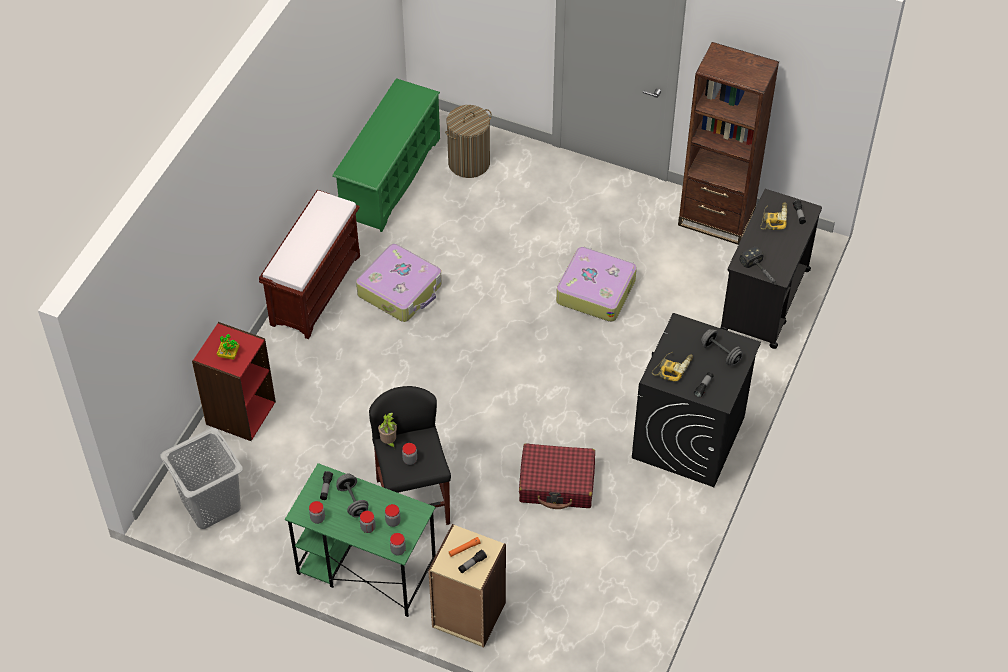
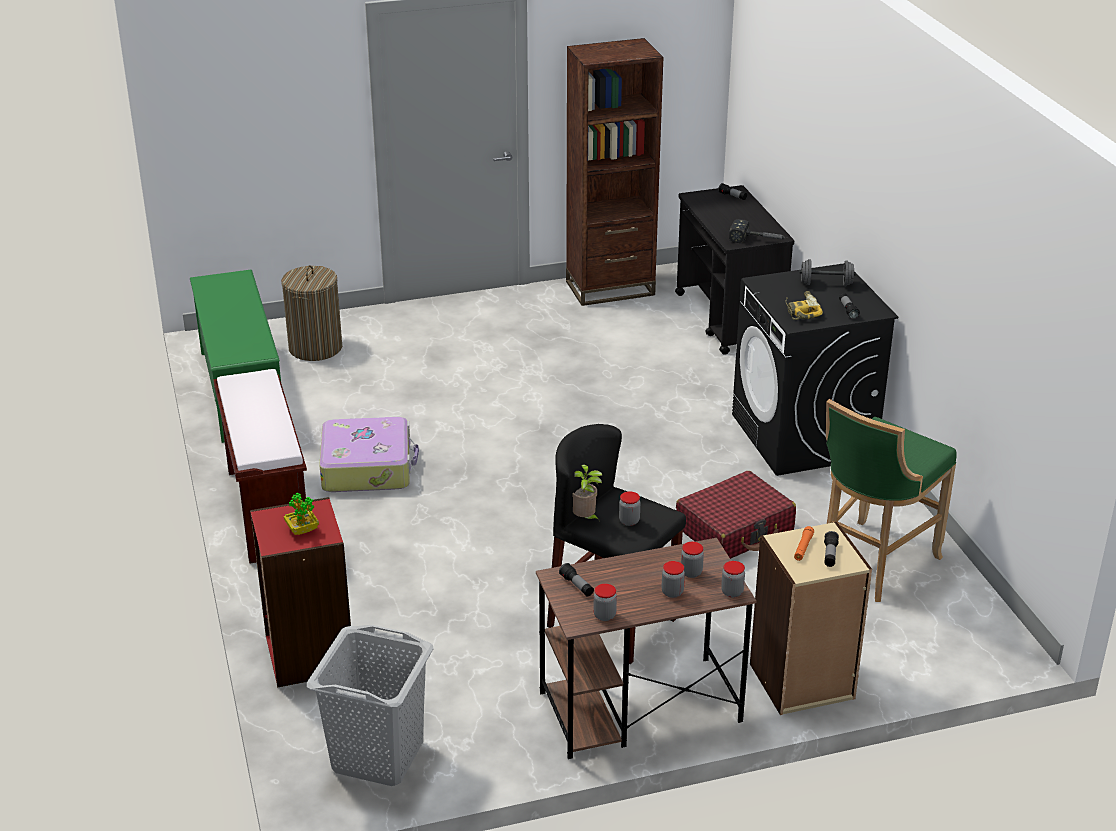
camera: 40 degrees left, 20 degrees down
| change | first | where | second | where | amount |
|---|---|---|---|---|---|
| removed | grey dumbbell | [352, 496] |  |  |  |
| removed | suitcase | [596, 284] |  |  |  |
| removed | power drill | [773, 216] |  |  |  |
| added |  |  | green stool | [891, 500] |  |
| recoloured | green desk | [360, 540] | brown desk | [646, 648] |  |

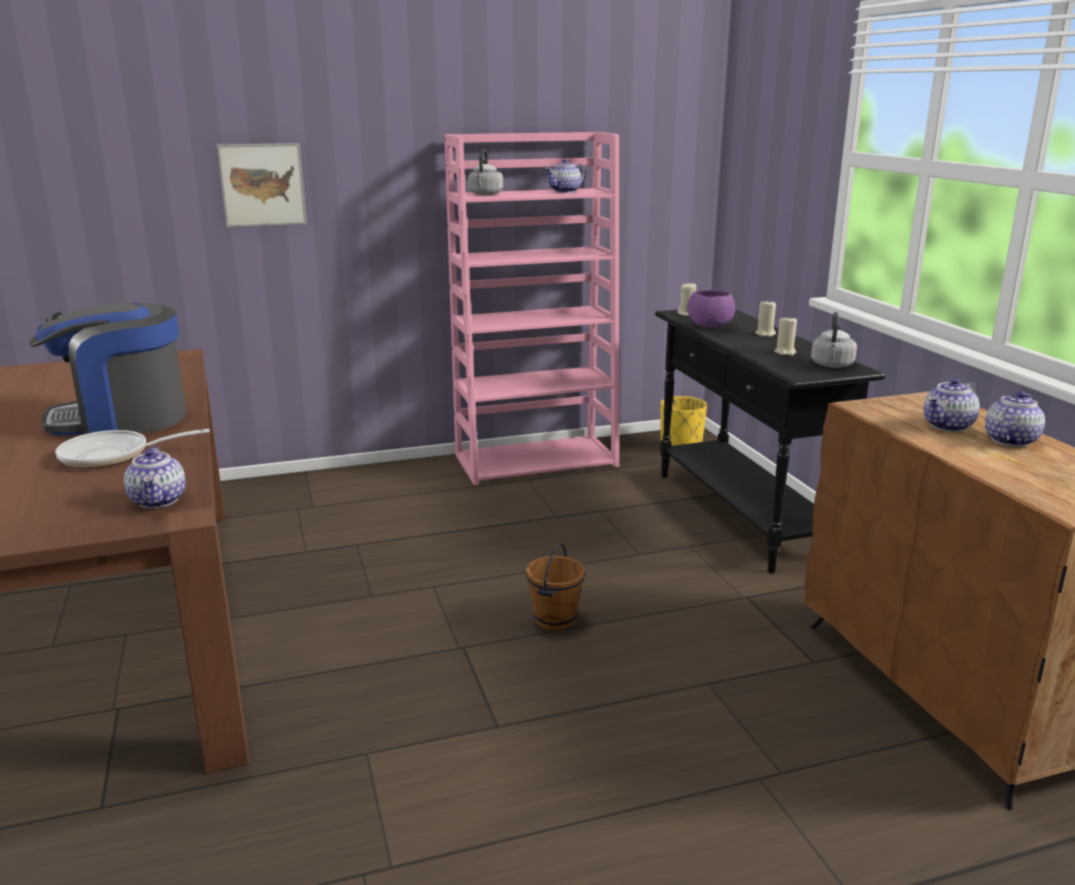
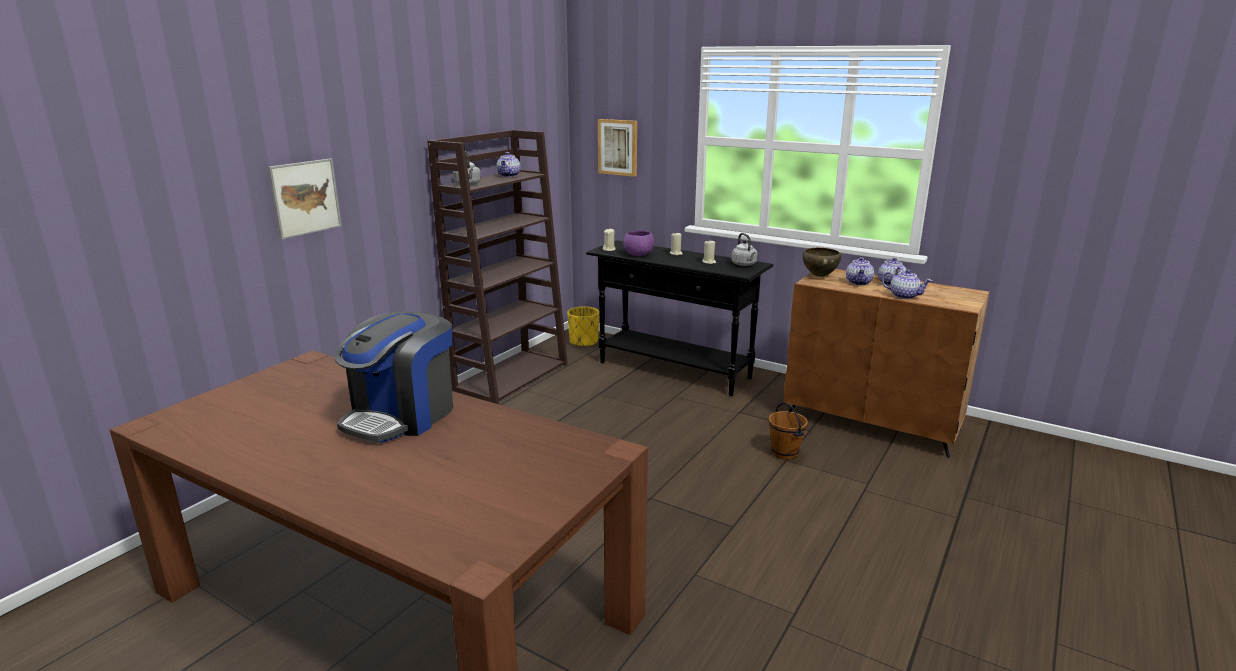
camera: 40 degrees left, 0 degrees up
| change | first | where | second | where | amount |
|---|---|---|---|---|---|
| removed | frying pan | [132, 448] |  |  |  |
| added |  |  | picture | [617, 148] |  |
| added |  |  | brown bowl | [822, 262] |  |
| moved | teapot | [155, 477] |  | [907, 284] |  |
| moved | brown bucket | [555, 587] |  | [788, 431] |  |
| recoloured | pink bookcase | [531, 308] | brown bookcase | [498, 267] |  |

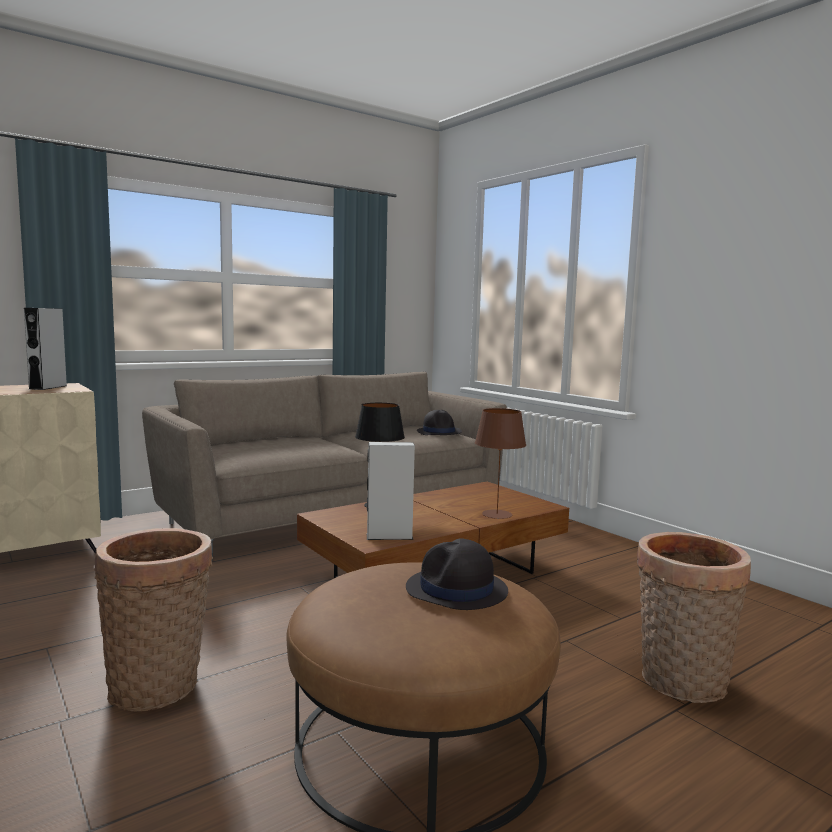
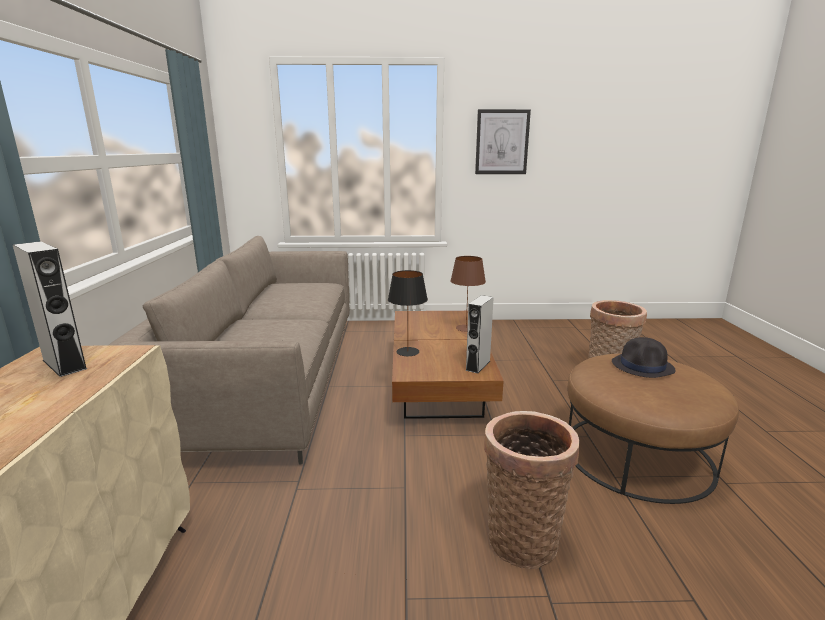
camera: 55 degrees left, 10 degrees up
| change | first | where | second | where | amount |
|---|---|---|---|---|---|
| removed | black hat | [439, 422] |  |  |  |
| added |  |  | picture | [503, 141] |  |

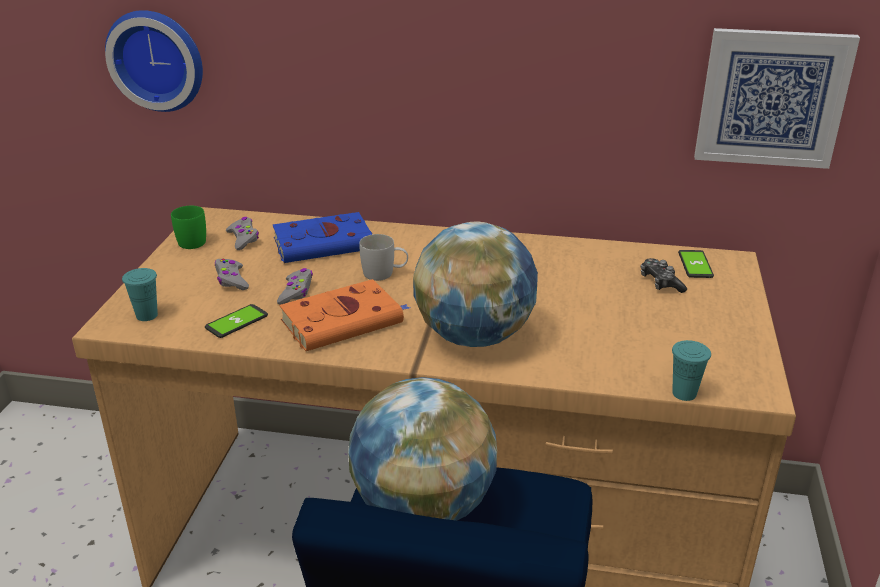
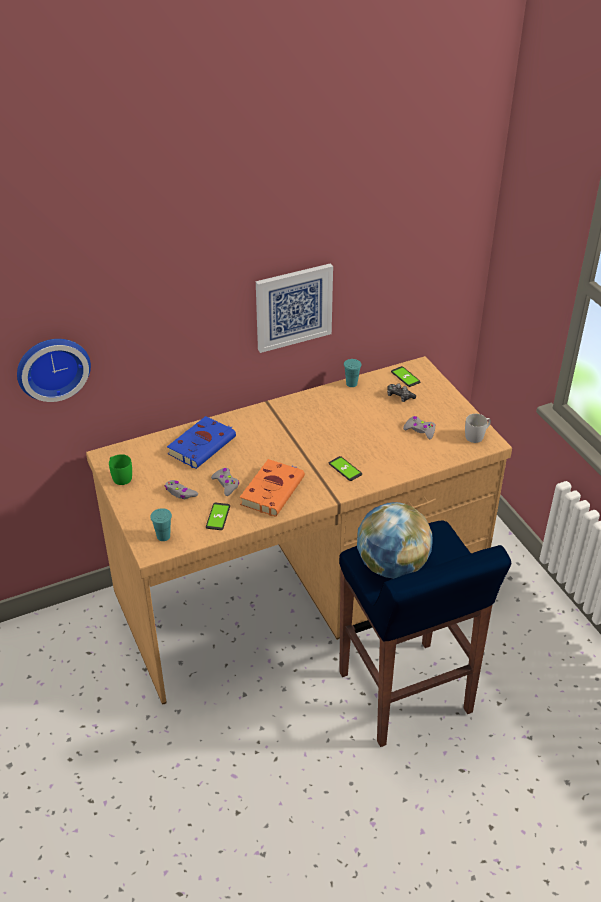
camera: 35 degrees left, 10 degrees up
| change | first | where | second | where | amount |
|---|---|---|---|---|---|
| moved | grey game controller | [242, 233] |  | [419, 427] |  |
| moved | white mug | [383, 257] |  | [478, 428] |  |
| moved | turquoise cup | [691, 370] |  | [353, 373] |  |
| moved | picture | [777, 98] |  | [294, 308] |  |
| replaced | globe | [475, 284] | phone | [345, 468] |  |

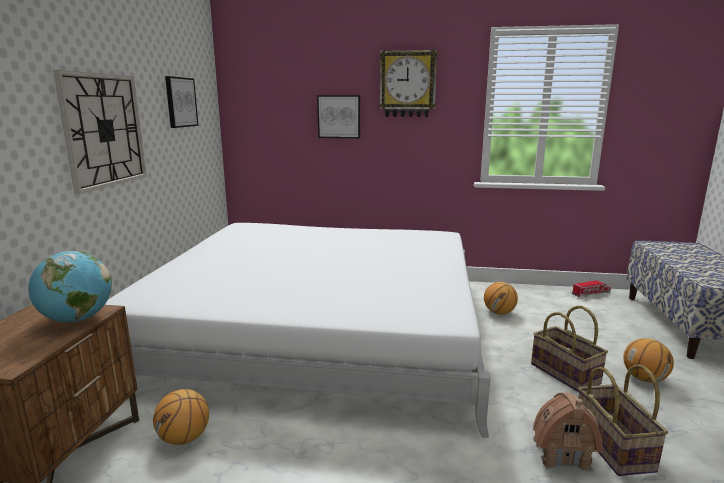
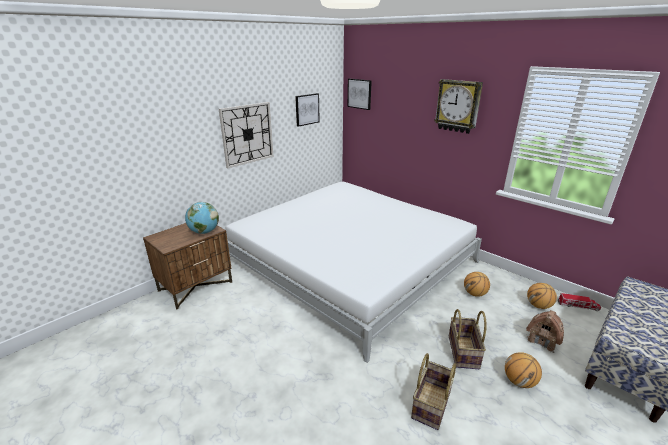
camera: 35 degrees right, 10 degrees up
| change | first | where | second | where | amount |
|---|---|---|---|---|---|
| moved | basketball | [181, 417] |  | [542, 296] |  |
| moved | picture | [338, 116] |  | [360, 94] |  |
| moved | toy house | [567, 432] |  | [545, 331] |  |

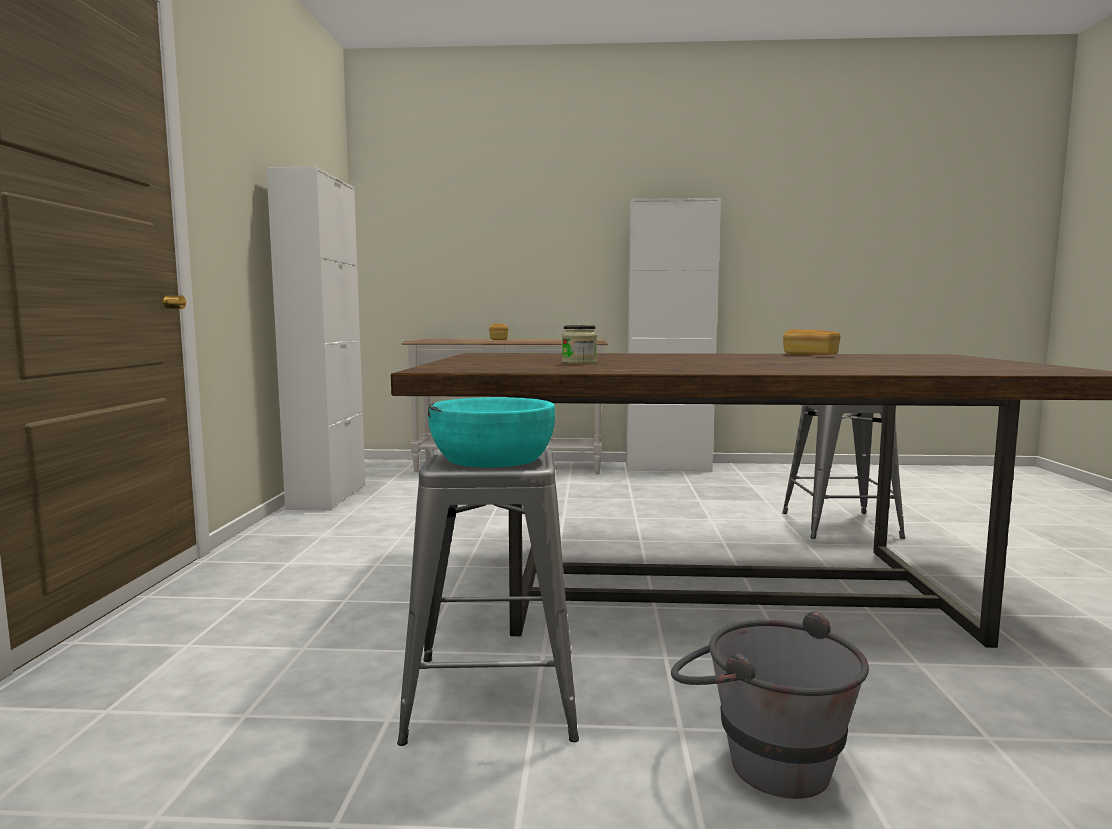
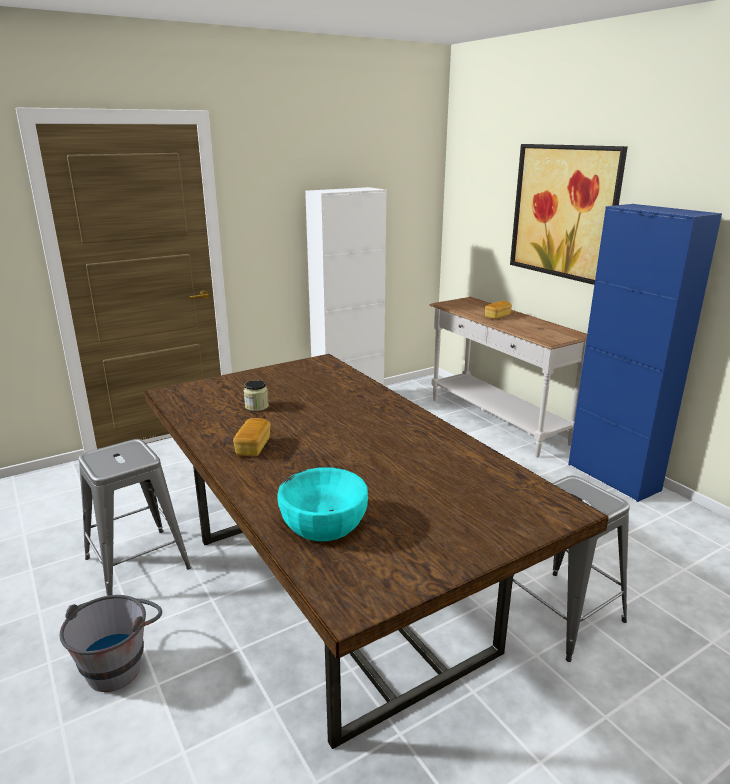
camera: 55 degrees right, 15 degrees up
| change | first | where | second | where | amount |
|---|---|---|---|---|---|
| added |  |  | picture | [569, 214] |  |
| moved | turquoise bowl | [491, 432] |  | [322, 504] |  |
| moved | bread | [812, 342] |  | [252, 437] |  |
| recoloured | white cabinet | [673, 335] | blue cabinet | [645, 353] |  |

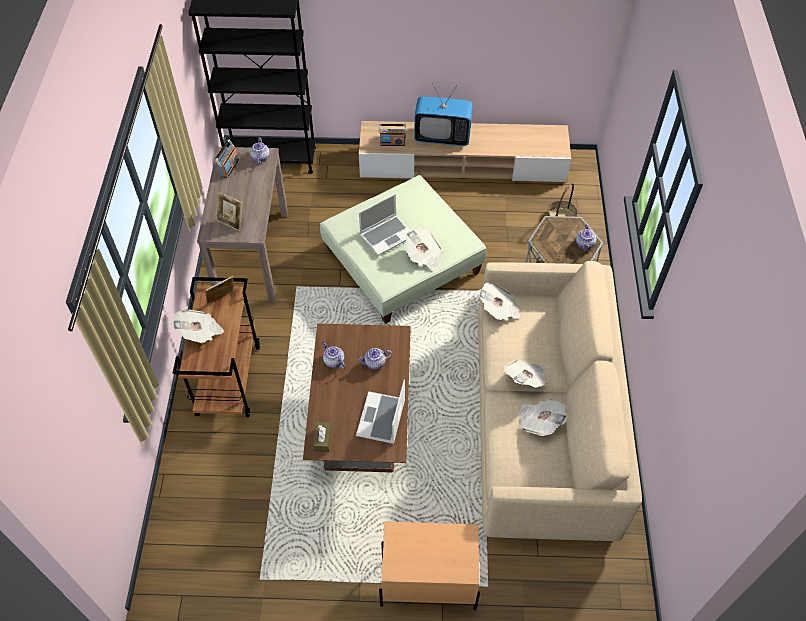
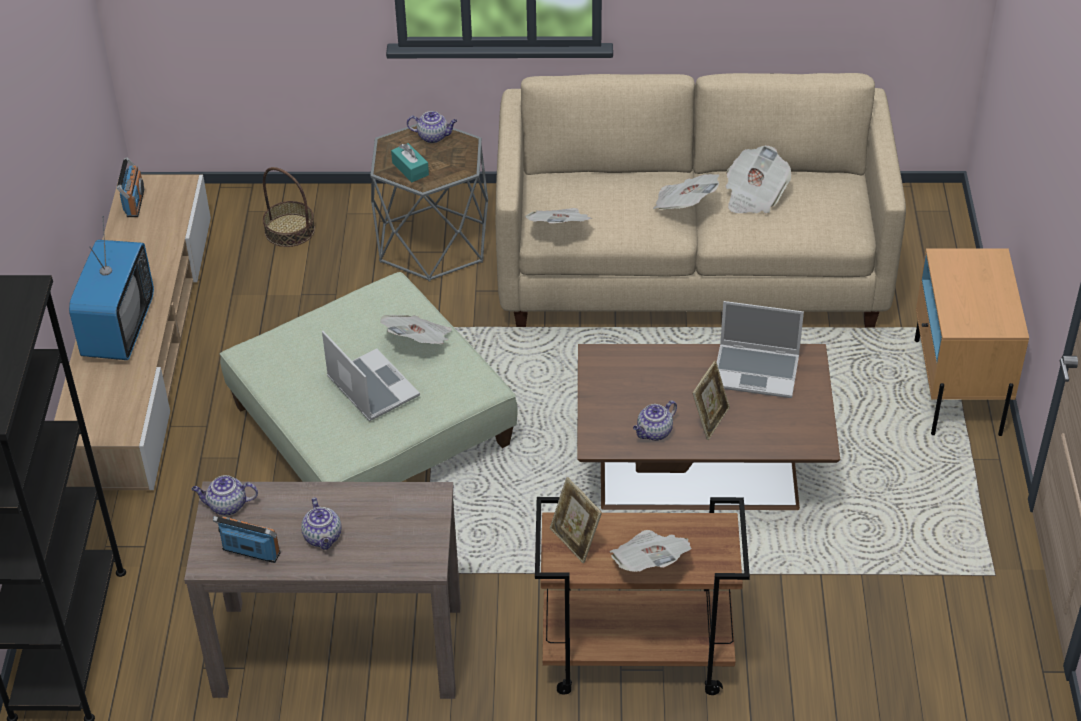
camera: 90 degrees left, 10 degrees down
| change | first | where | second | where | amount |
|---|---|---|---|---|---|
| removed | brown tissue box | [322, 437] |  |  |  |
| added |  |  | turquoise tissue box | [410, 162] |  |
| moved | picture frame | [229, 211] |  | [711, 400] |  |
| moved | teapot | [375, 359] |  | [321, 524] |  |
| moved | radio | [392, 135] |  | [130, 187] |  |

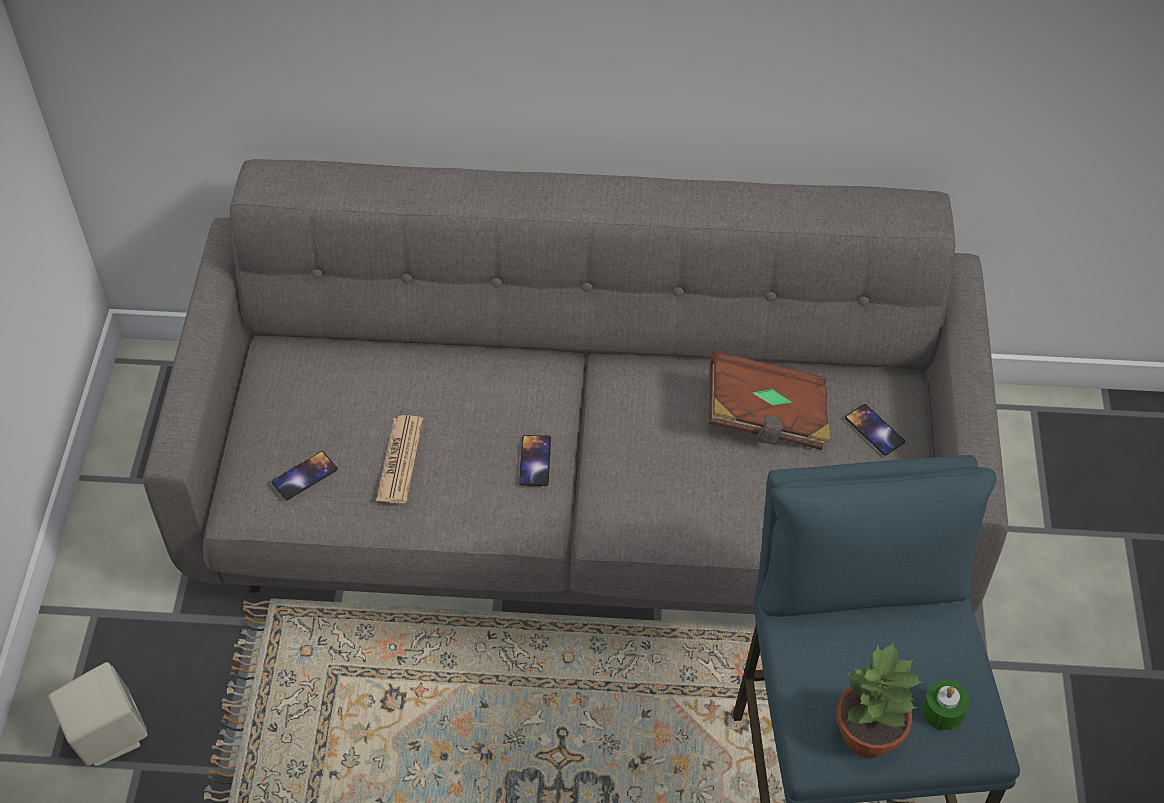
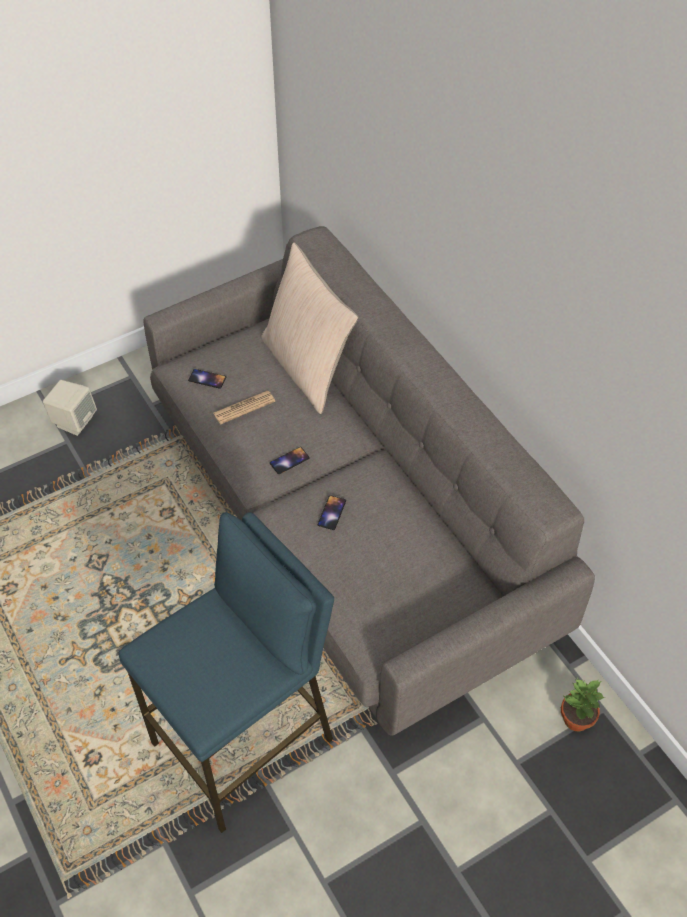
camera: 55 degrees right, 0 degrees up
| change | first | where | second | where | amount |
|---|---|---|---|---|---|
| removed | brown book | [769, 400] |  |  |  |
| removed | green candle | [945, 705] |  |  |  |
| added |  |  | beige pillow | [309, 328] |  |
| moved | potted plant | [879, 700] |  | [583, 705] |  |
| moved | phone | [875, 429] |  | [332, 512] |  |

